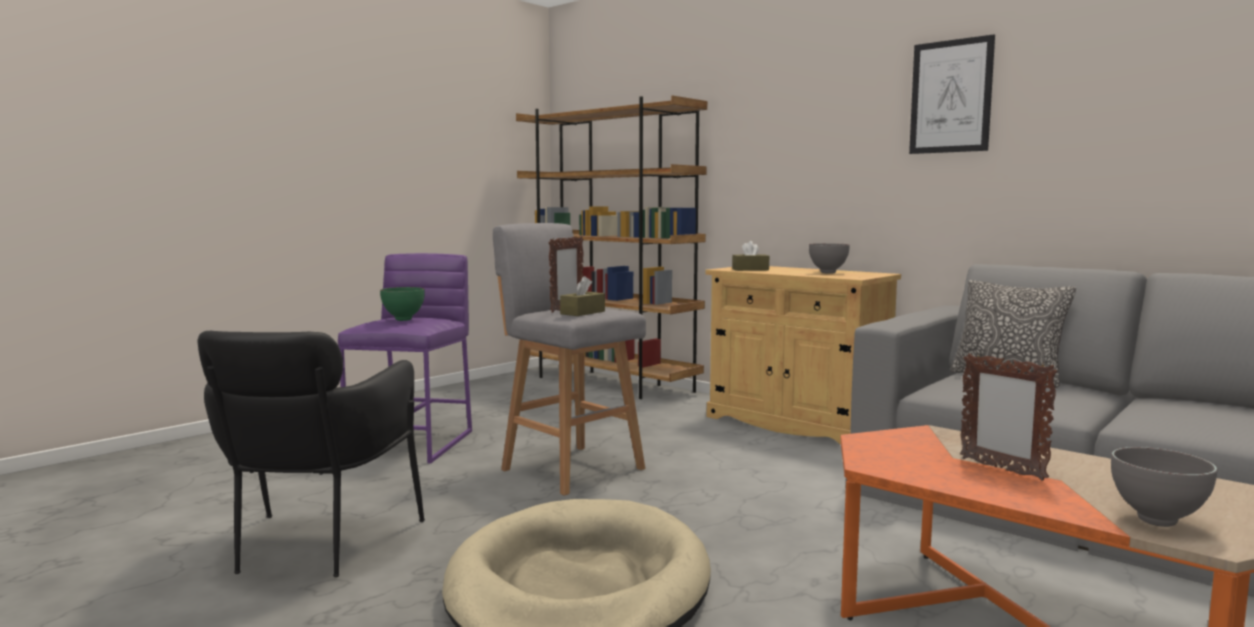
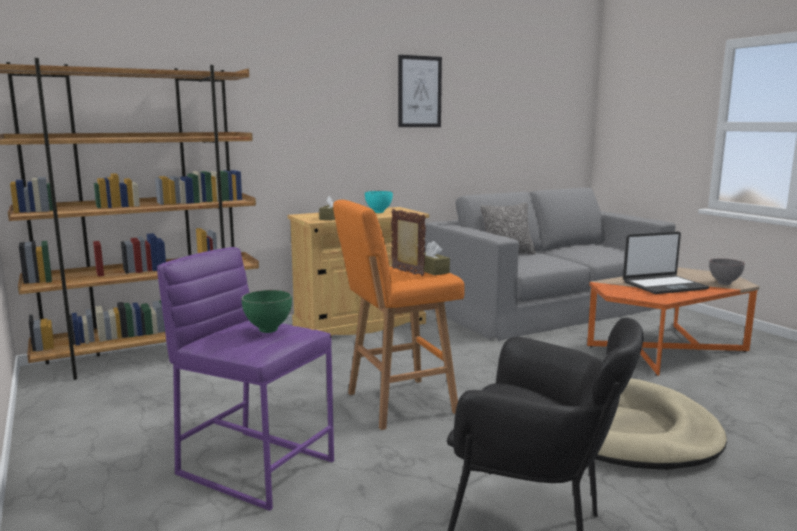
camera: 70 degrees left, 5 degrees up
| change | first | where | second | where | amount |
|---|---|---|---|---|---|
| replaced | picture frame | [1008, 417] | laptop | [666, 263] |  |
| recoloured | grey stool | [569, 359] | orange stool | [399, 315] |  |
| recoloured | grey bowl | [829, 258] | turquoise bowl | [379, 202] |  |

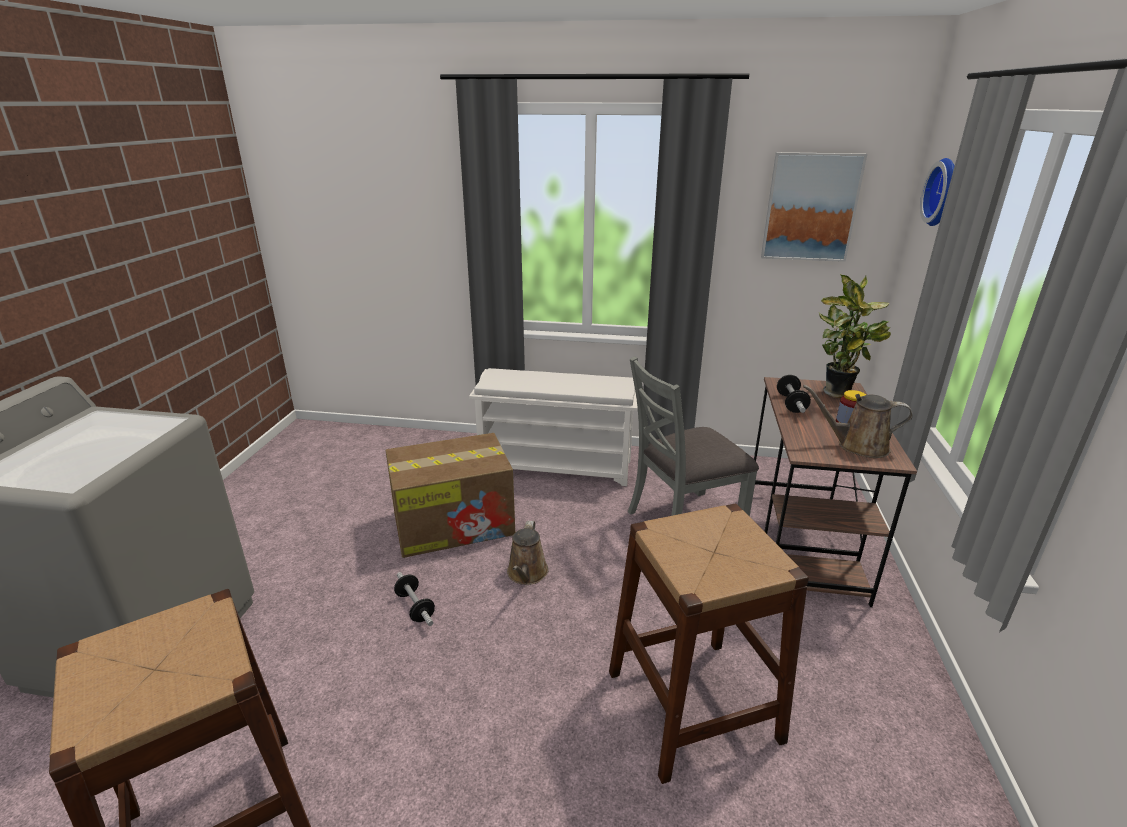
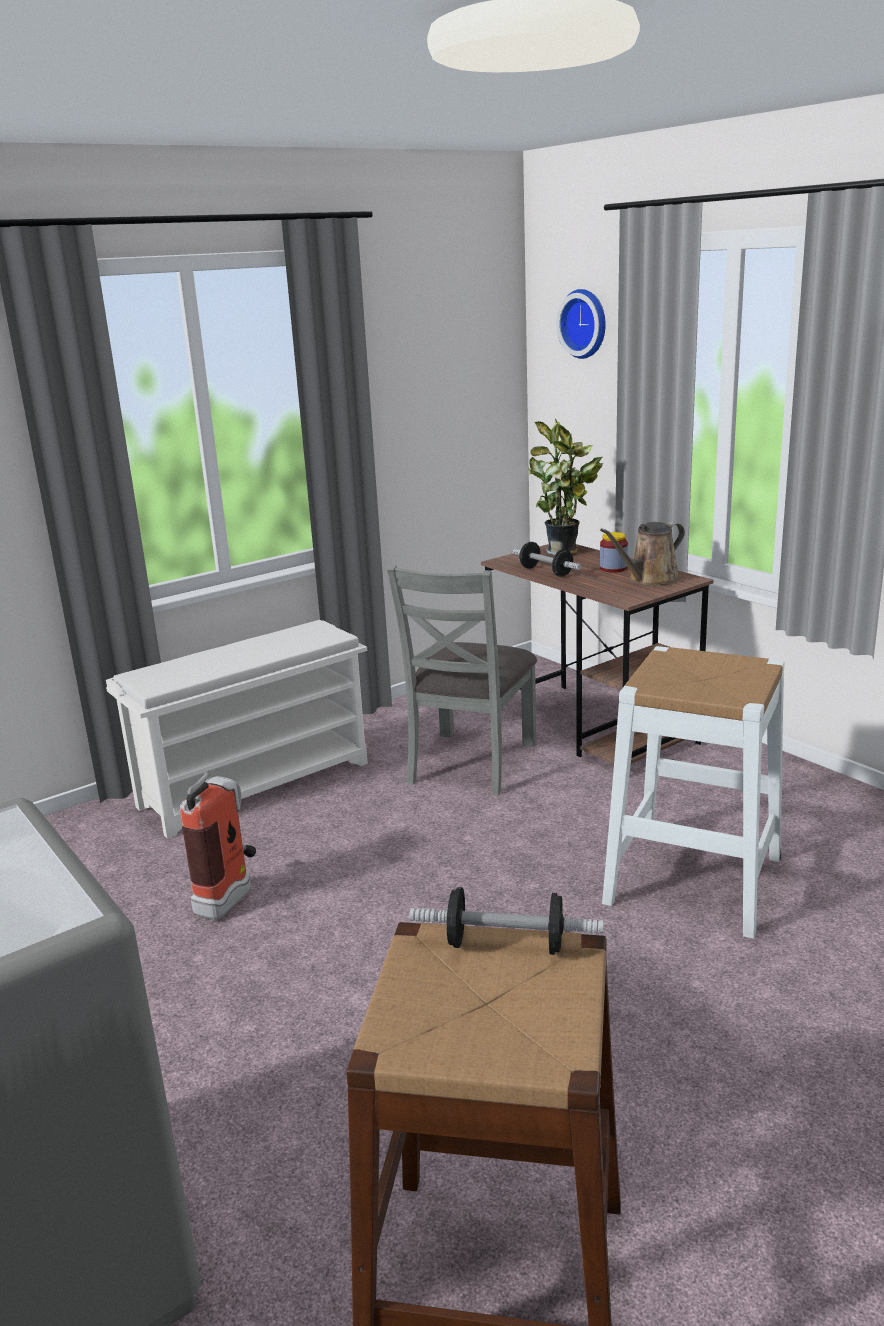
camera: 45 degrees left, 5 degrees down
| change | first | where | second | where | amount |
|---|---|---|---|---|---|
| removed | brown watering can | [528, 553] |  |  |  |
| removed | picture | [814, 207] |  |  |  |
| moved | dumbbell | [414, 599] |  | [507, 921] |  |
| replaced | cardboard box | [450, 495] | fire extinguisher | [218, 846] |  |
| recoloured | brown stool | [709, 644] | white stool | [693, 792] |  |

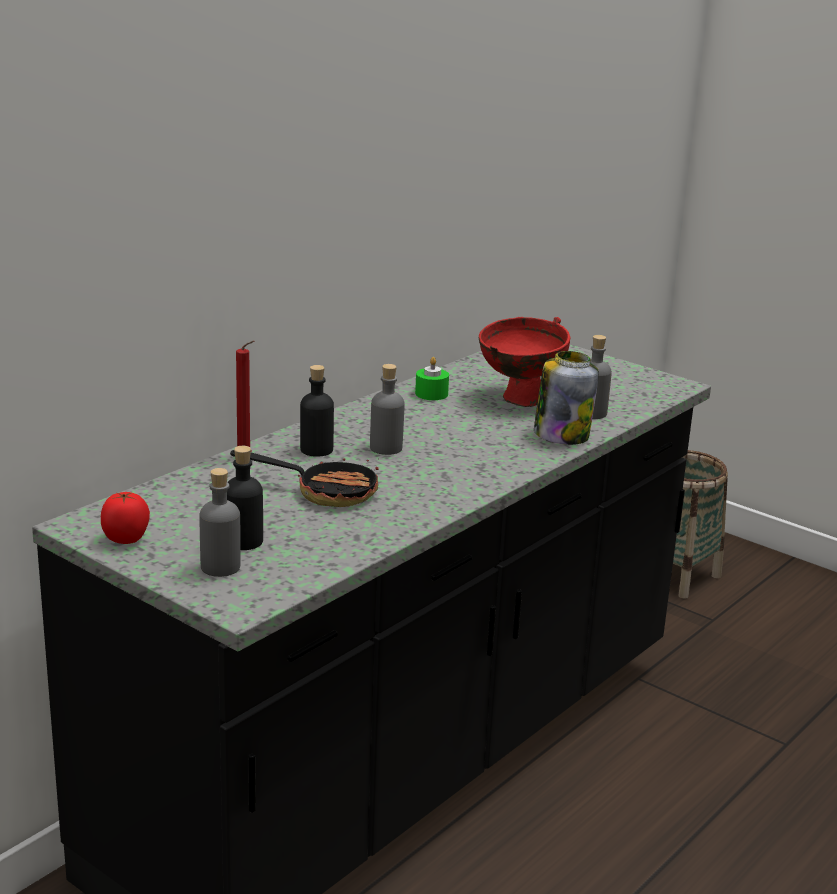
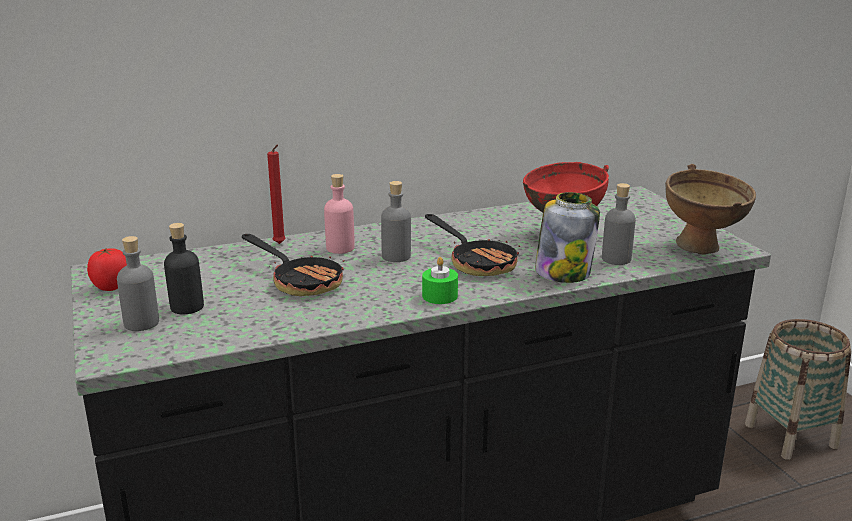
camera: 30 degrees right, 0 degrees up
| change | first | where | second | where | amount |
|---|---|---|---|---|---|
| added |  |  | frying pan | [472, 245] |  |
| added |  |  | brown bowl | [710, 209] |  |
| moved | green candle | [432, 378] |  | [440, 280] |  |
| recoloured | black bottle | [317, 411] | pink bottle | [339, 214] |  |

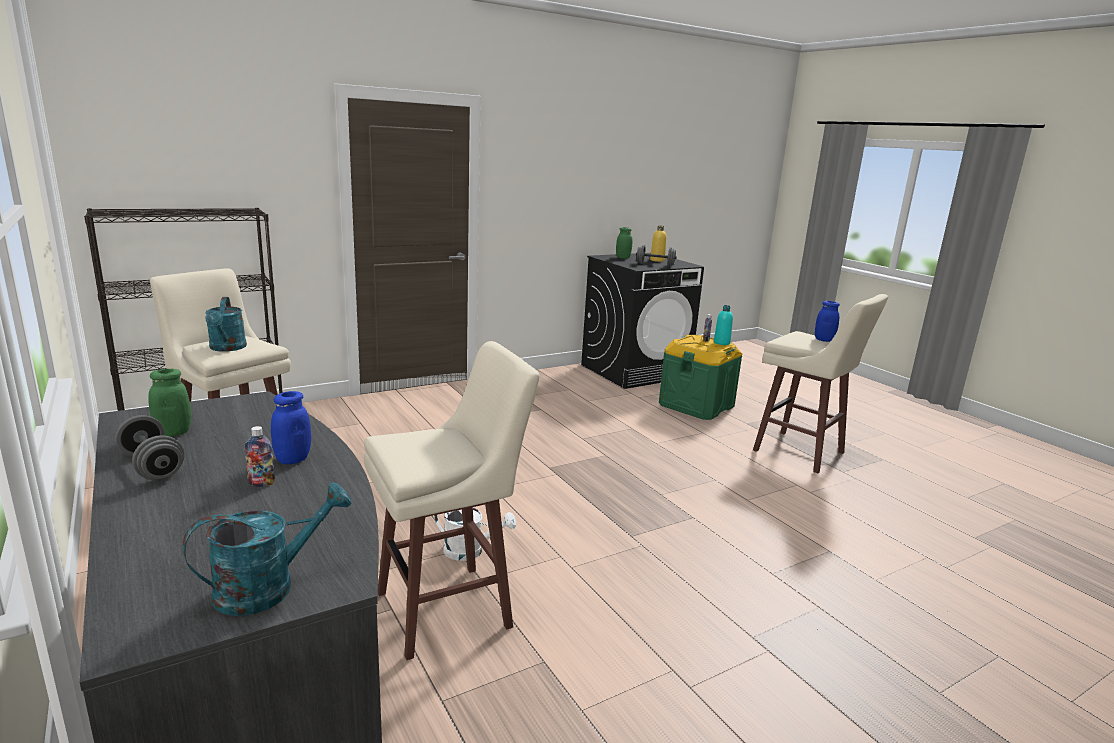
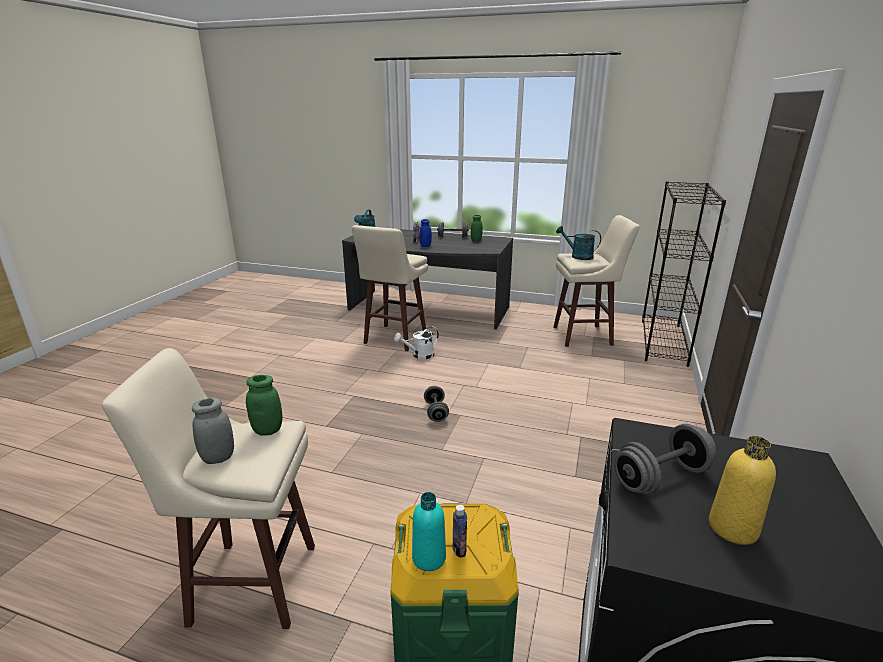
camera: 140 degrees right, 5 degrees up
| change | first | where | second | where | amount |
|---|---|---|---|---|---|
| added |  |  | grey dumbbell | [436, 404] |  |
| moved | green jar | [624, 243] |  | [264, 405] |  |
| recoloured | blue jar | [827, 321] | grey jar | [213, 430] |  |

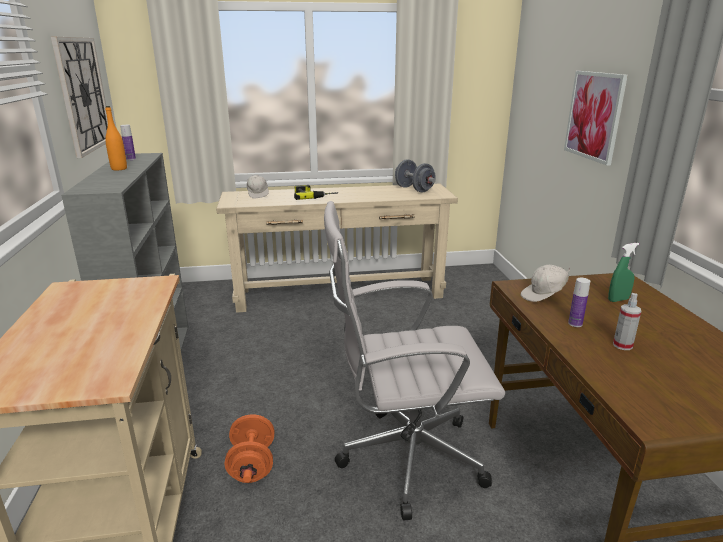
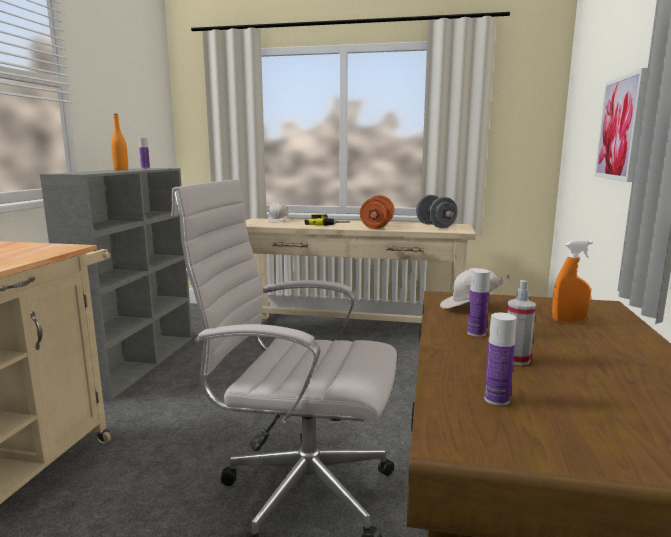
camera: 20 degrees right, 10 degrees down
| change | first | where | second | where | amount |
|---|---|---|---|---|---|
| removed | wall clock | [79, 97] |  |  |  |
| added |  |  | bottle | [500, 359] |  |
| moved | orange dumbbell | [249, 449] |  | [377, 212] |  |
| recoloured | green spray bottle | [623, 272] | orange spray bottle | [572, 281] |  |

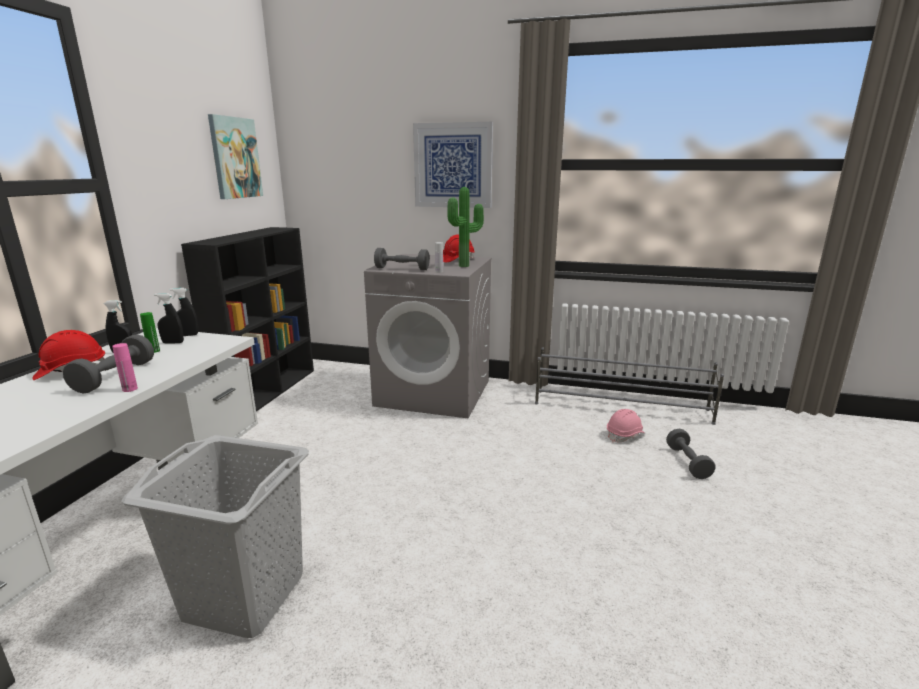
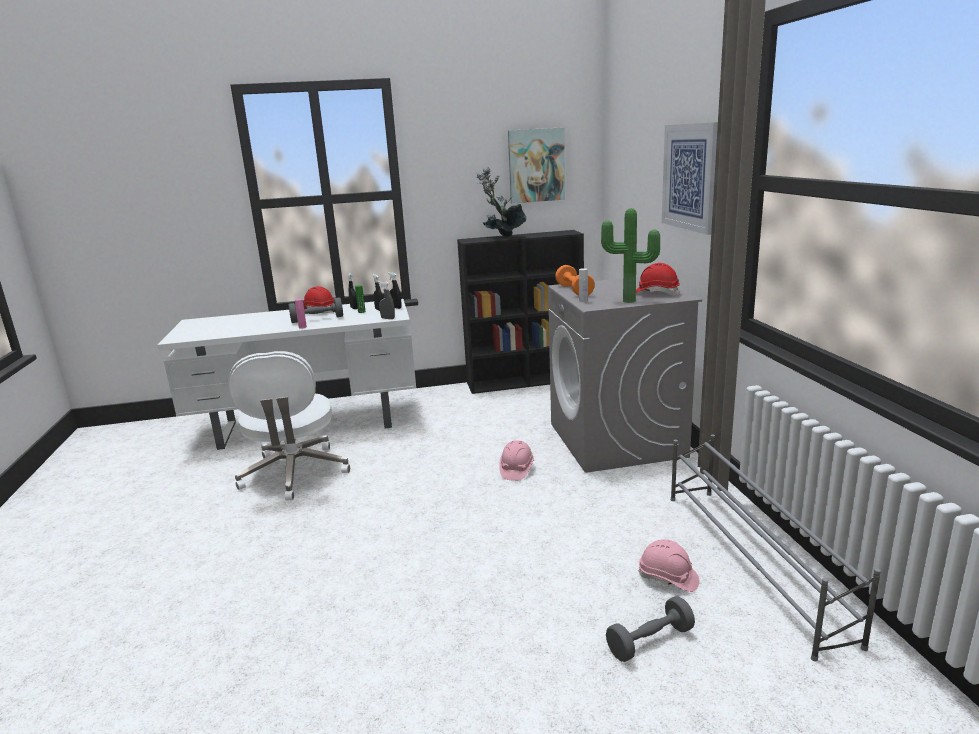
camera: 65 degrees right, 0 degrees up
| change | first | where | second | where | amount |
|---|---|---|---|---|---|
| added |  |  | grey spray bottle | [386, 300] |  |
| added |  |  | potted plant | [501, 202] |  |
| added |  |  | pink hard hat | [516, 460] |  |
| replaced | grey laundry basket | [215, 536] | white office chair | [289, 426] |  |
| recoloured | grey dumbbell | [402, 259] | orange dumbbell | [575, 280] |  |

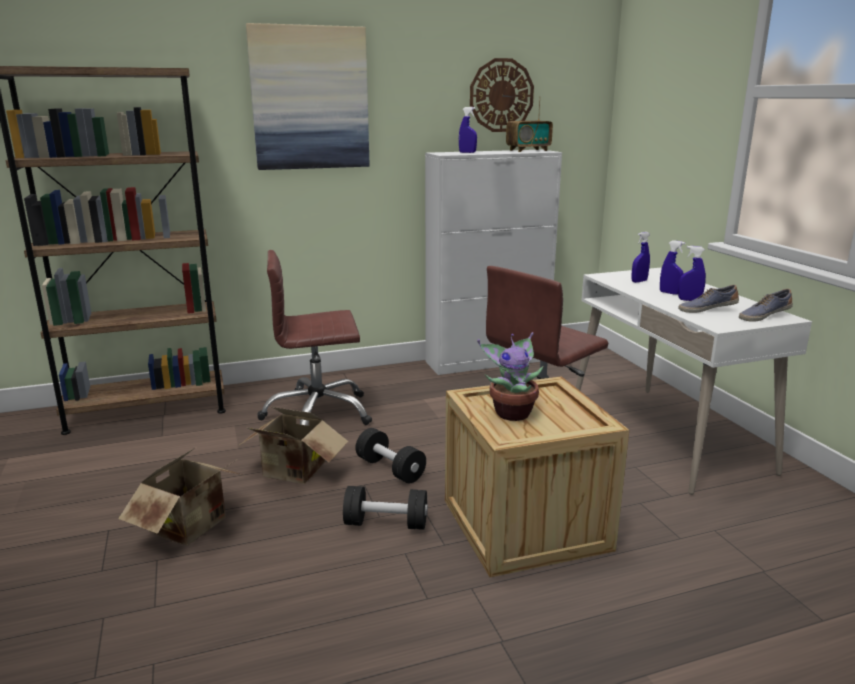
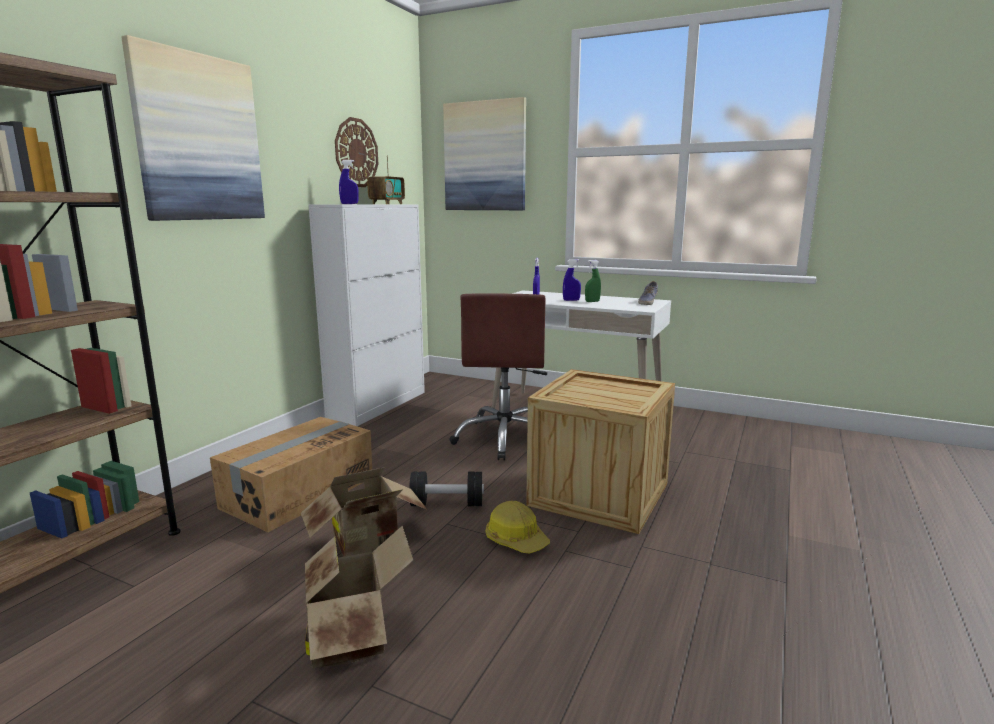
camera: 45 degrees left, 5 degrees down
| change | first | where | second | where | amount |
|---|---|---|---|---|---|
| removed | potted plant | [510, 376] |  |  |  |
| removed | shoe | [708, 299] |  |  |  |
| added |  |  | picture | [484, 153] |  |
| replaced | brown office chair | [314, 338] | cardboard box | [291, 474] |  |
| replaced | black dumbbell | [385, 508] | hard hat | [517, 527] |  |
| recoloured | blue spray bottle | [692, 273] | green spray bottle | [593, 281] |  |

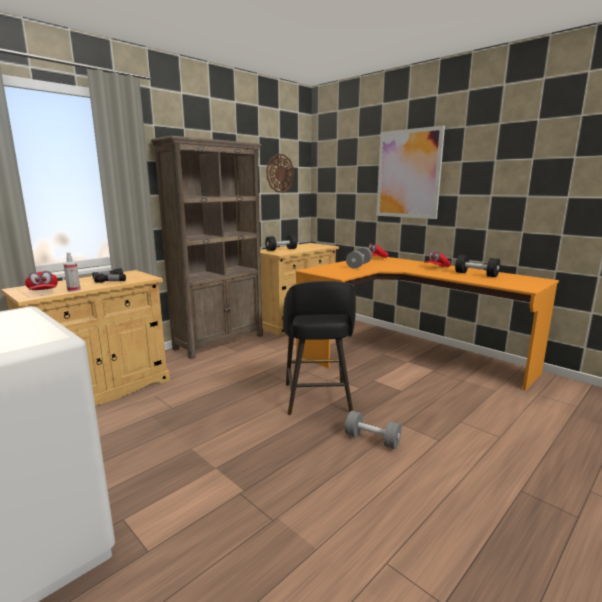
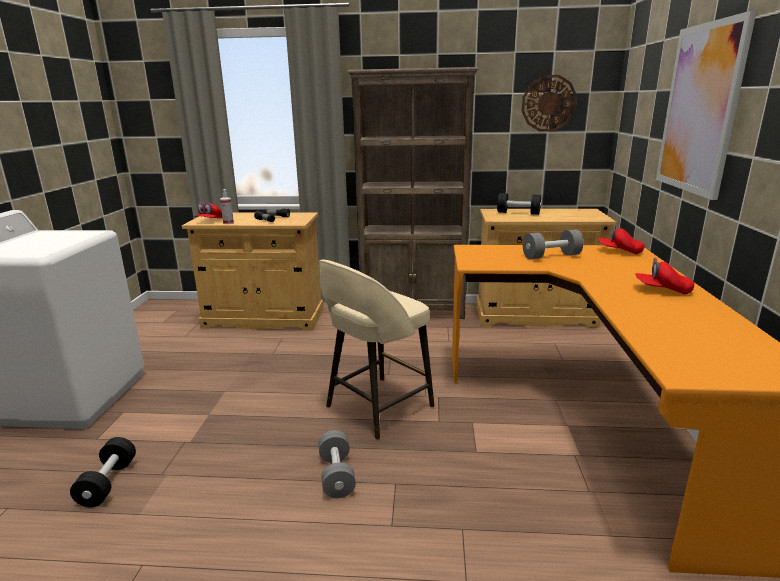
camera: 50 degrees right, 5 degrees up
| change | first | where | second | where | amount |
|---|---|---|---|---|---|
| moved | black dumbbell | [477, 266] |  | [103, 472] |  |
| recoloured | black stool | [319, 348] | beige stool | [376, 350] |  |

